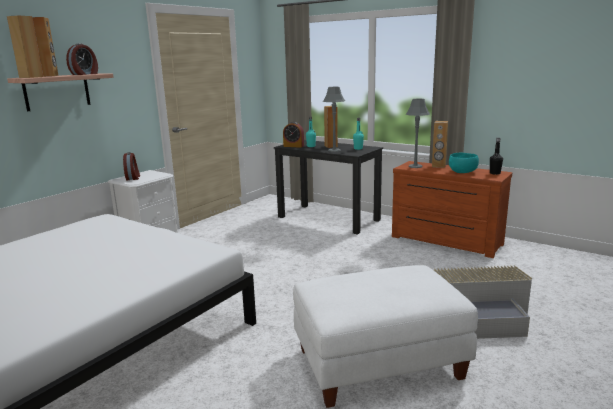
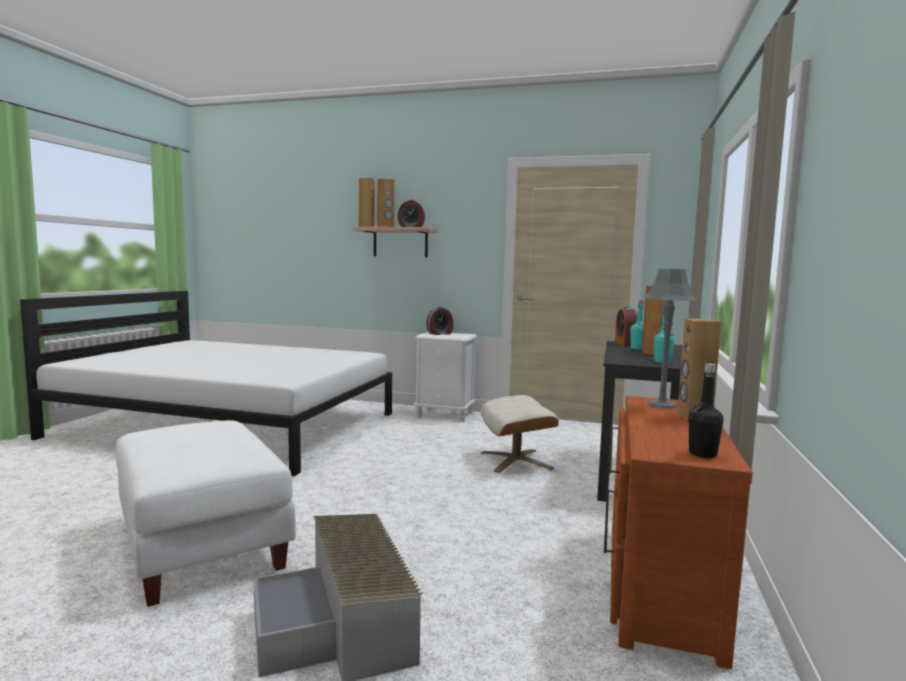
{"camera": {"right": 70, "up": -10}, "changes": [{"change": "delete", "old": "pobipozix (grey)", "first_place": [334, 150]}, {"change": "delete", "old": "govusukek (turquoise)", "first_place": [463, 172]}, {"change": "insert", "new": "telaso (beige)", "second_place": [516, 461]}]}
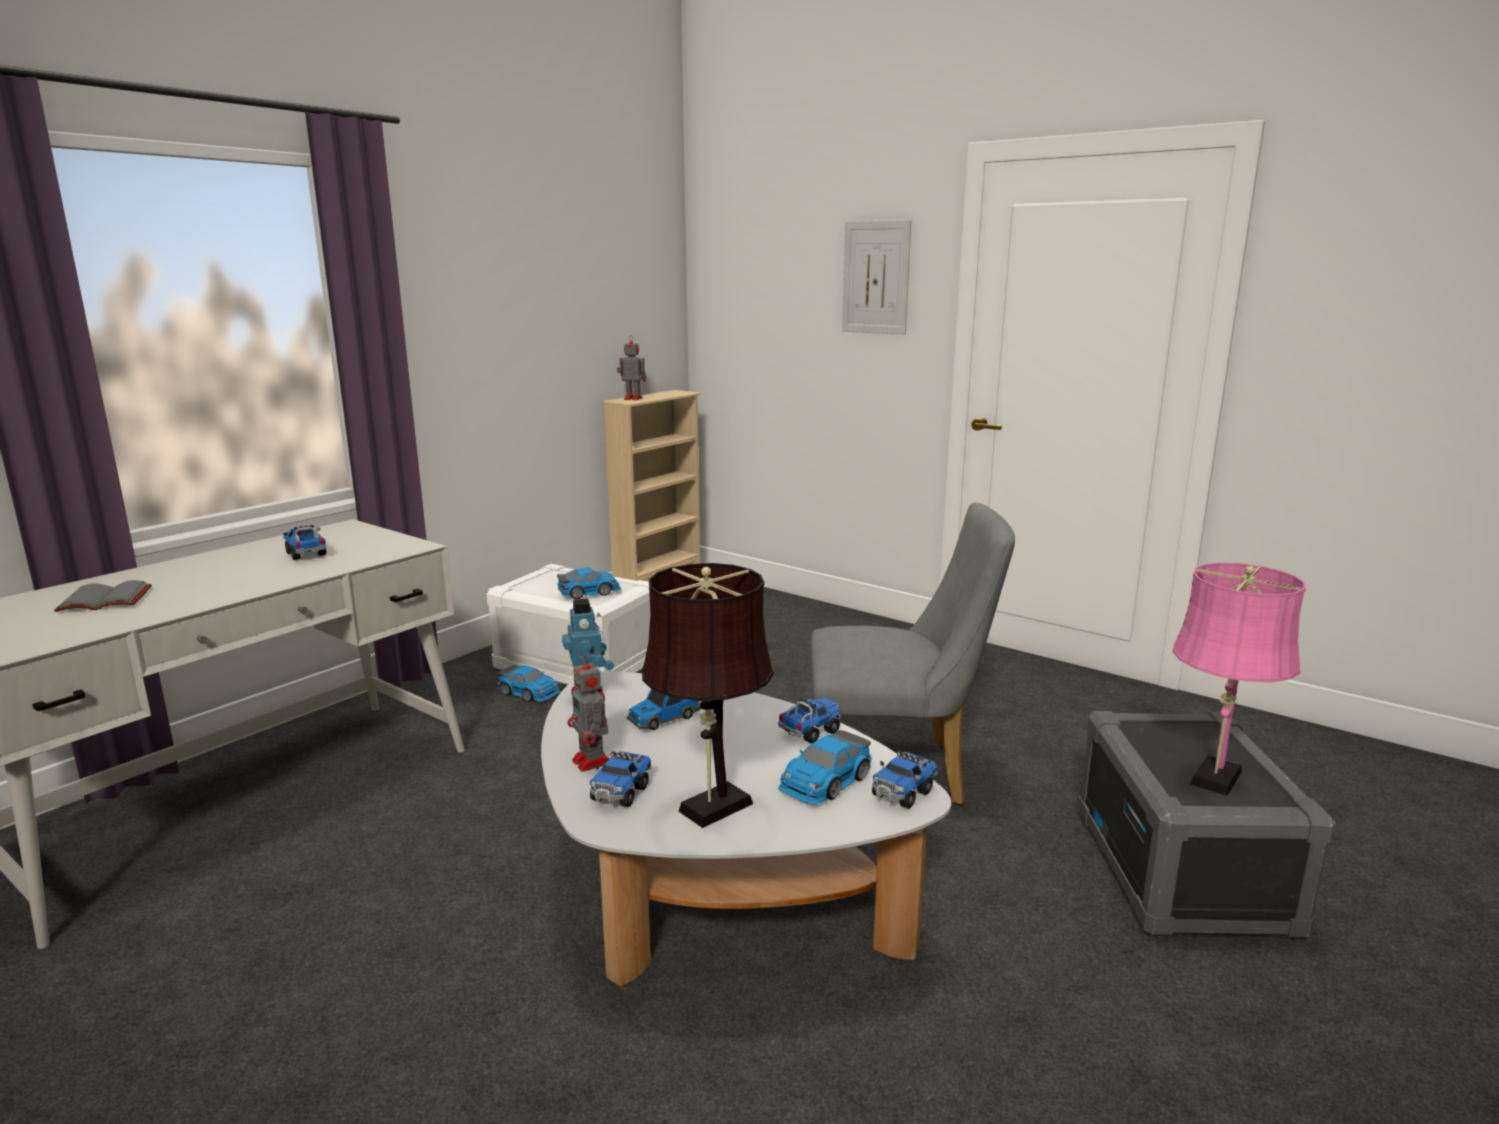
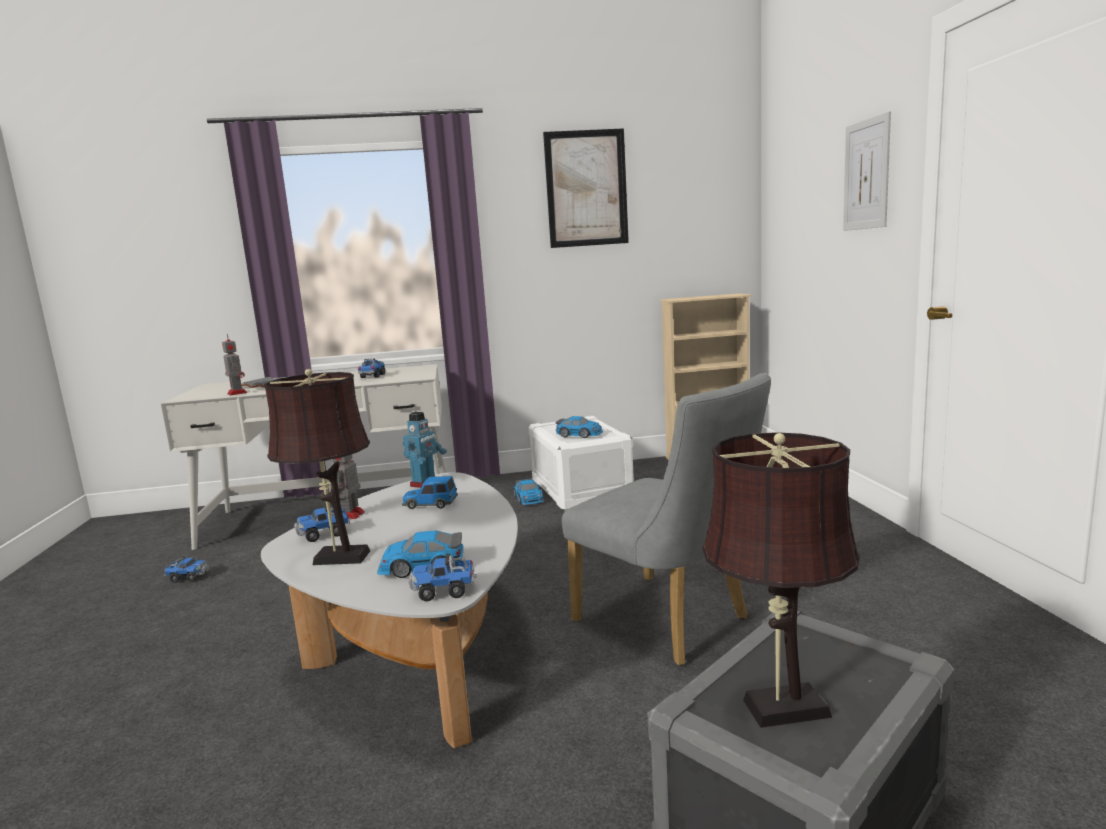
{"camera": {"right": 45, "up": -5}, "changes": [{"change": "move", "old": "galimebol", "first_place": [632, 398], "second_place": [237, 393]}, {"change": "recolor", "old": "pobipozix (pink)", "new": "pobipozix (brown)", "first_place": [1214, 780], "second_place": [778, 709]}, {"change": "move", "old": "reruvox", "first_place": [810, 732], "second_place": [188, 577]}, {"change": "insert", "new": "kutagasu", "second_place": [586, 189]}]}
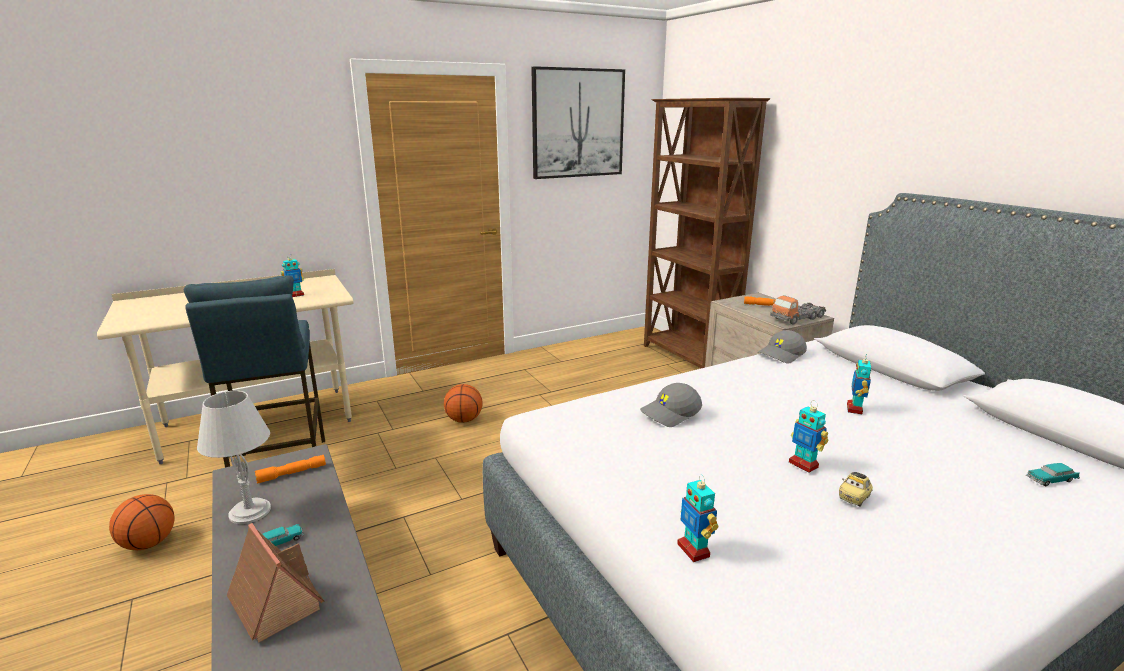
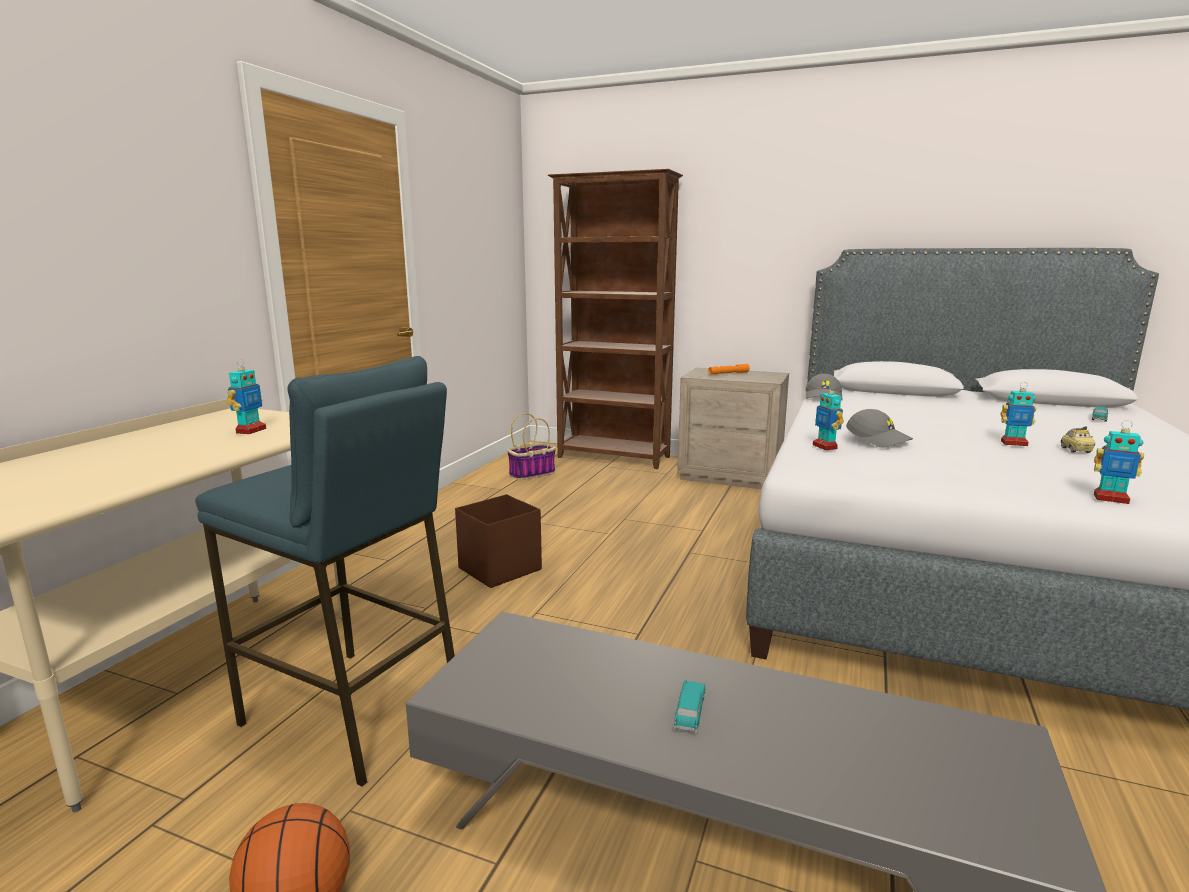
{"camera": {"right": -40, "up": -5}, "changes": [{"change": "delete", "old": "kutagasu", "first_place": [578, 123]}, {"change": "delete", "old": "reruvox", "first_place": [797, 318]}, {"change": "move", "old": "galimebol", "first_place": [855, 409], "second_place": [825, 447]}, {"change": "rotate", "old": "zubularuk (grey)", "first_place": [670, 414], "second_place": [878, 440], "degrees": -60}, {"change": "replace", "old": "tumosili", "new": "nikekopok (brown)", "first_place": [464, 420], "second_place": [498, 569]}, {"change": "delete", "old": "pobipozix (grey)", "first_place": [249, 512]}, {"change": "delete", "old": "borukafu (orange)", "first_place": [292, 473]}, {"change": "delete", "old": "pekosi", "first_place": [274, 602]}, {"change": "insert", "new": "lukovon", "second_place": [532, 473]}]}
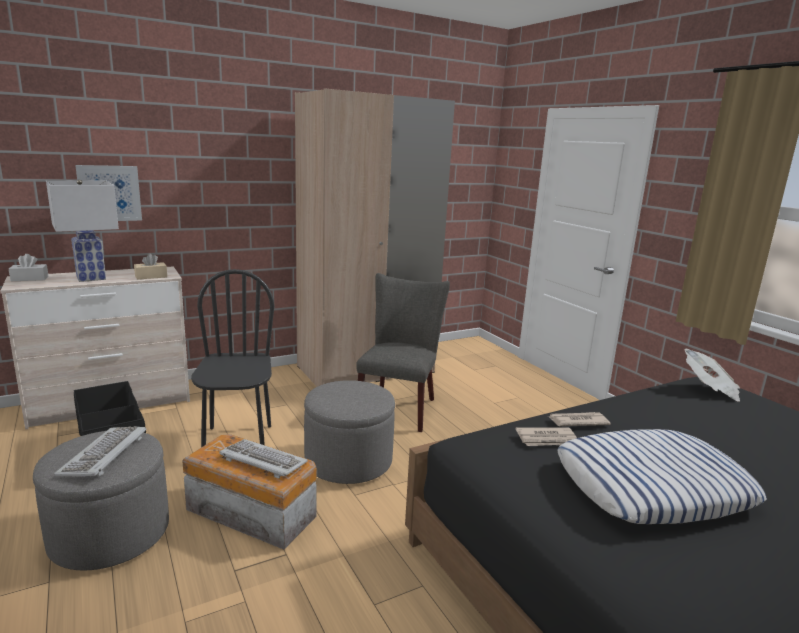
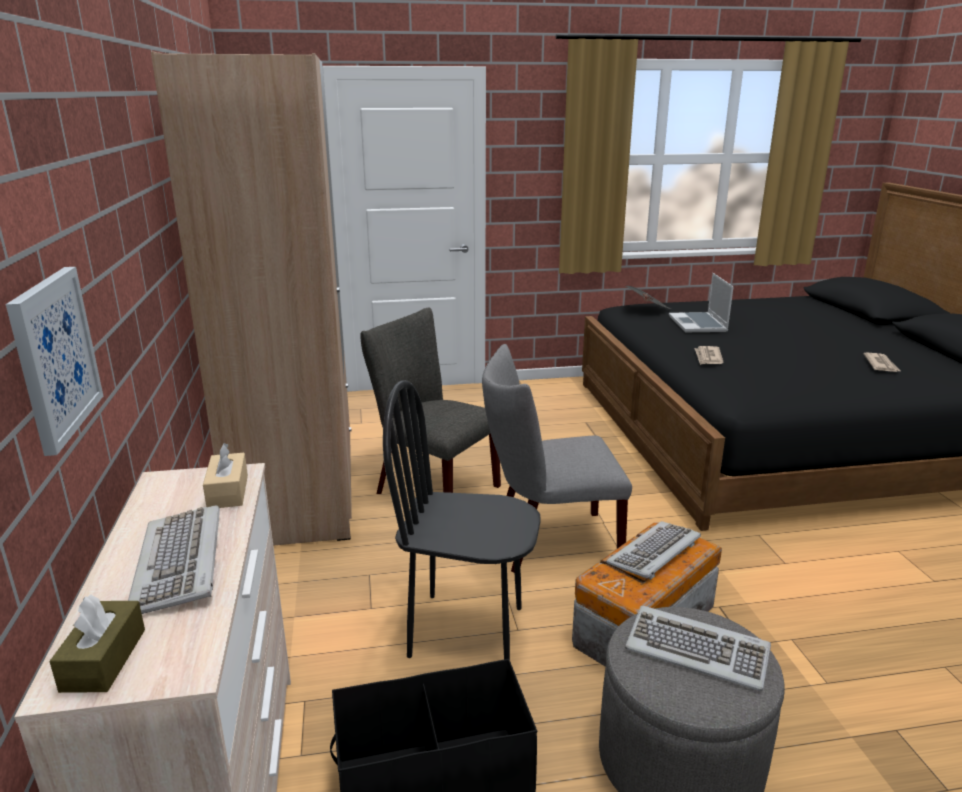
{"camera": {"right": -70, "up": 5}, "changes": [{"change": "replace", "old": "pobipozix (white)", "new": "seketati", "first_place": [90, 278], "second_place": [180, 563]}, {"change": "recolor", "old": "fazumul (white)", "new": "fazumul (brown)", "first_place": [30, 279], "second_place": [104, 660]}, {"change": "replace", "old": "telaso (grey)", "new": "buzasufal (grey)", "first_place": [348, 461], "second_place": [548, 543]}, {"change": "move", "old": "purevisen", "first_place": [547, 440], "second_place": [881, 365]}, {"change": "delete", "old": "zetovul", "first_place": [652, 486]}, {"change": "insert", "new": "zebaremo", "second_place": [698, 324]}]}
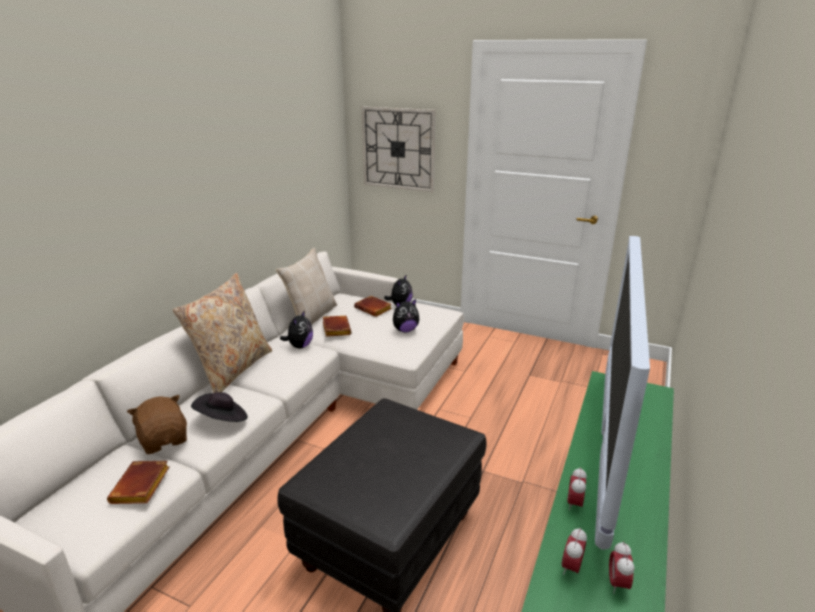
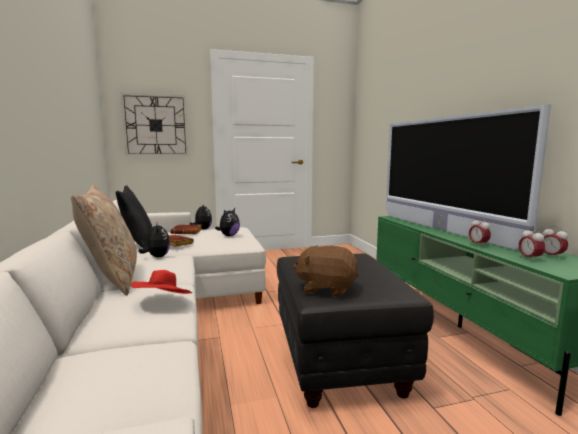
{"camera": {"right": -40, "up": -15}, "changes": [{"change": "recolor", "old": "zetovul (beige)", "new": "zetovul (black)", "first_place": [311, 316], "second_place": [138, 244]}, {"change": "recolor", "old": "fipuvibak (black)", "new": "fipuvibak (red)", "first_place": [222, 420], "second_place": [163, 302]}, {"change": "move", "old": "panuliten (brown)", "first_place": [164, 440], "second_place": [326, 288]}, {"change": "delete", "old": "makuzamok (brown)", "first_place": [141, 487]}]}
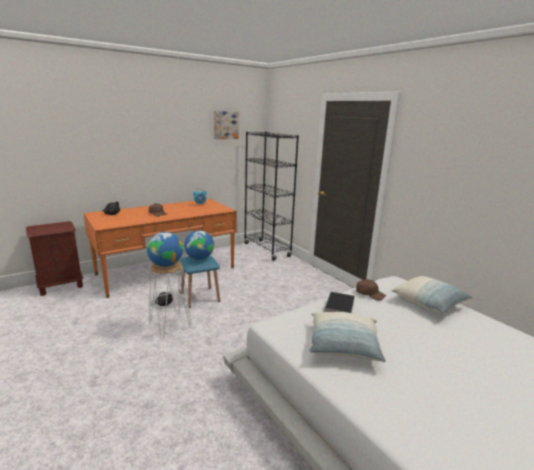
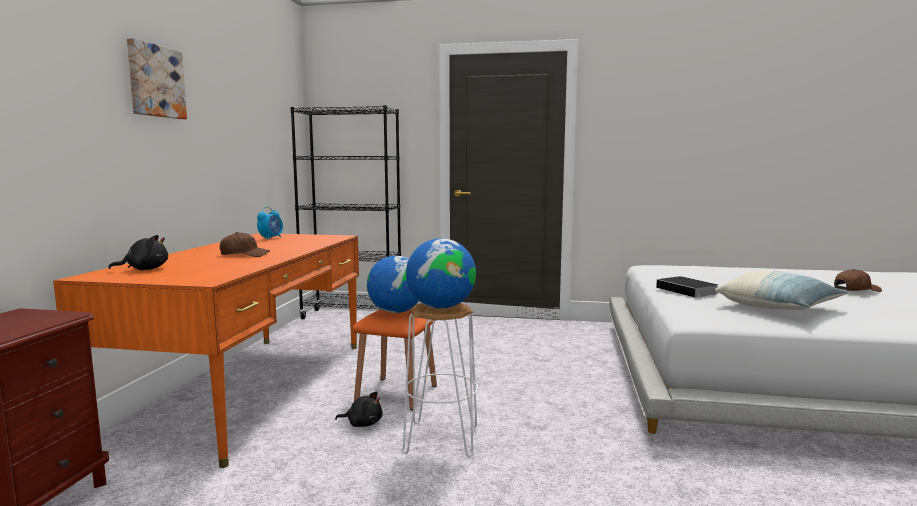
{"camera": {"right": -45, "up": -10}, "changes": [{"change": "move", "old": "kutagasu", "first_place": [225, 125], "second_place": [155, 81]}, {"change": "recolor", "old": "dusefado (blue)", "new": "dusefado (orange)", "first_place": [200, 297], "second_place": [396, 393]}, {"change": "delete", "old": "zetovul", "first_place": [429, 303]}, {"change": "move", "old": "zubularuk (brown)", "first_place": [369, 294], "second_place": [856, 289]}]}
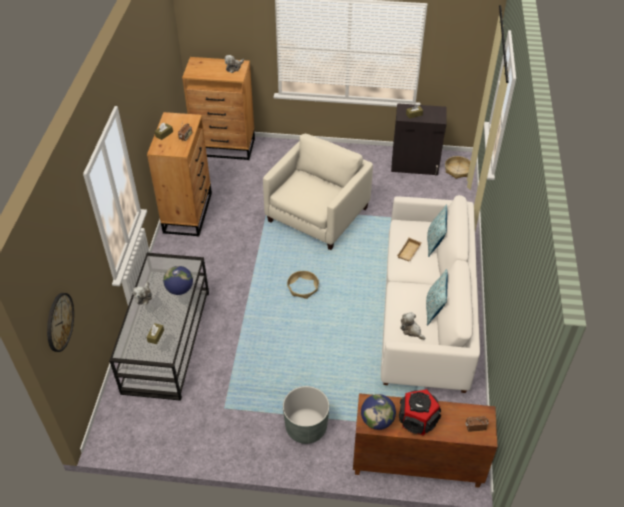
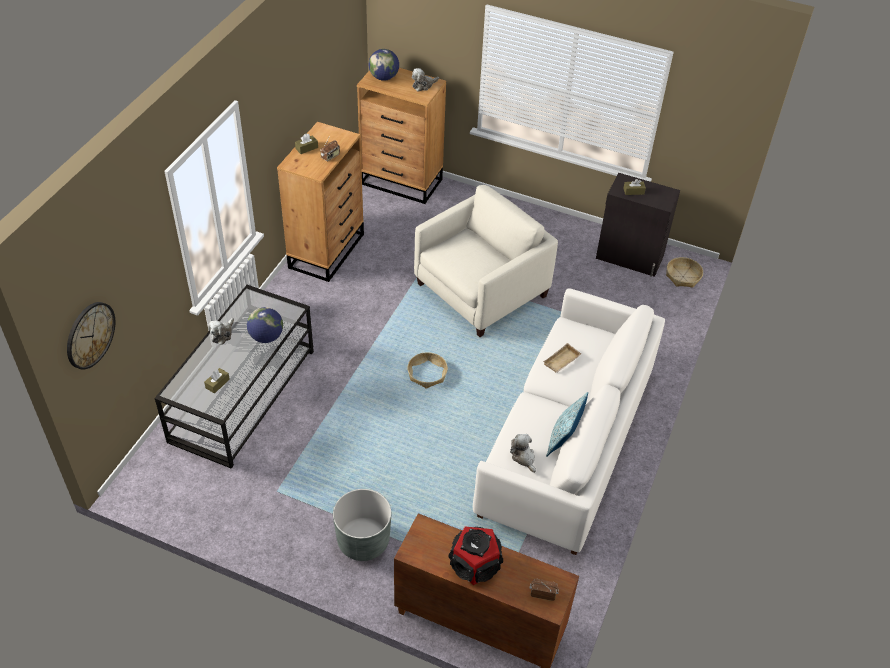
{"camera": {"right": 15, "up": 0}, "changes": [{"change": "delete", "old": "zetovul", "first_place": [434, 243]}, {"change": "move", "old": "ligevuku", "first_place": [377, 420], "second_place": [384, 77]}]}
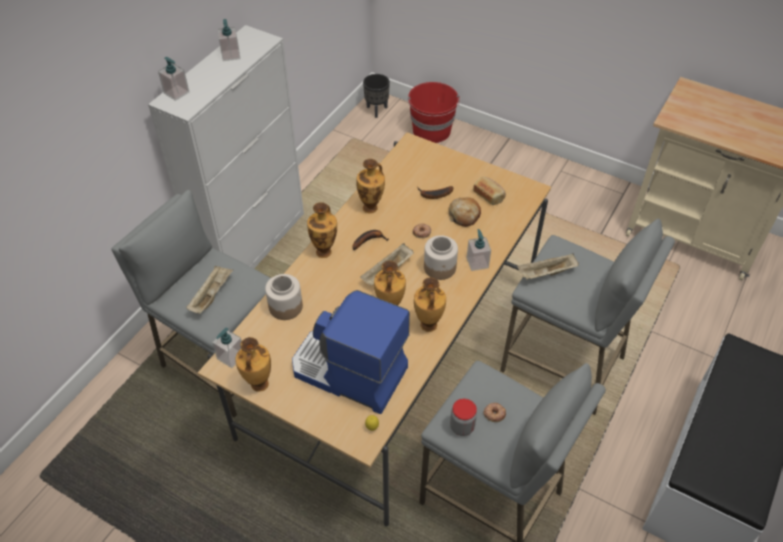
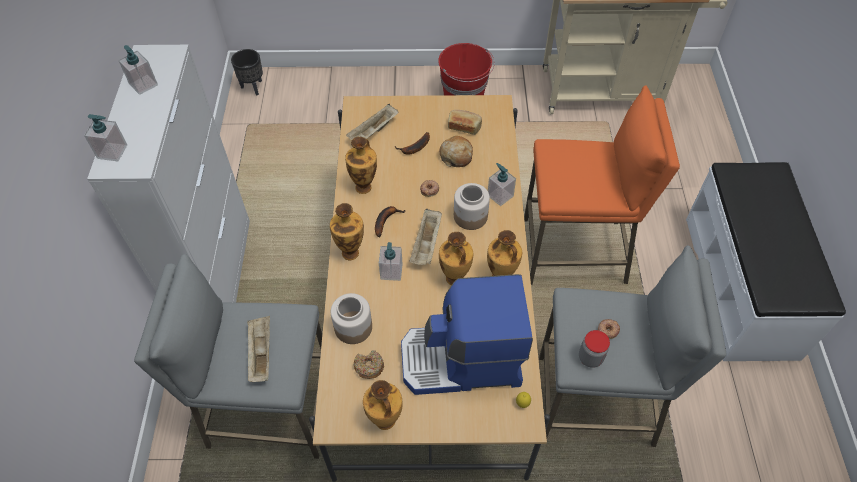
{"camera": {"right": -30, "up": 5}, "changes": [{"change": "move", "old": "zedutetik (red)", "first_place": [432, 131], "second_place": [464, 95]}, {"change": "recolor", "old": "dusefado (grey)", "new": "dusefado (orange)", "first_place": [563, 364], "second_place": [574, 252]}, {"change": "move", "old": "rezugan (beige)", "first_place": [546, 274], "second_place": [373, 132]}, {"change": "move", "old": "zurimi", "first_place": [230, 357], "second_place": [391, 272]}, {"change": "insert", "new": "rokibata", "second_place": [369, 366]}]}
